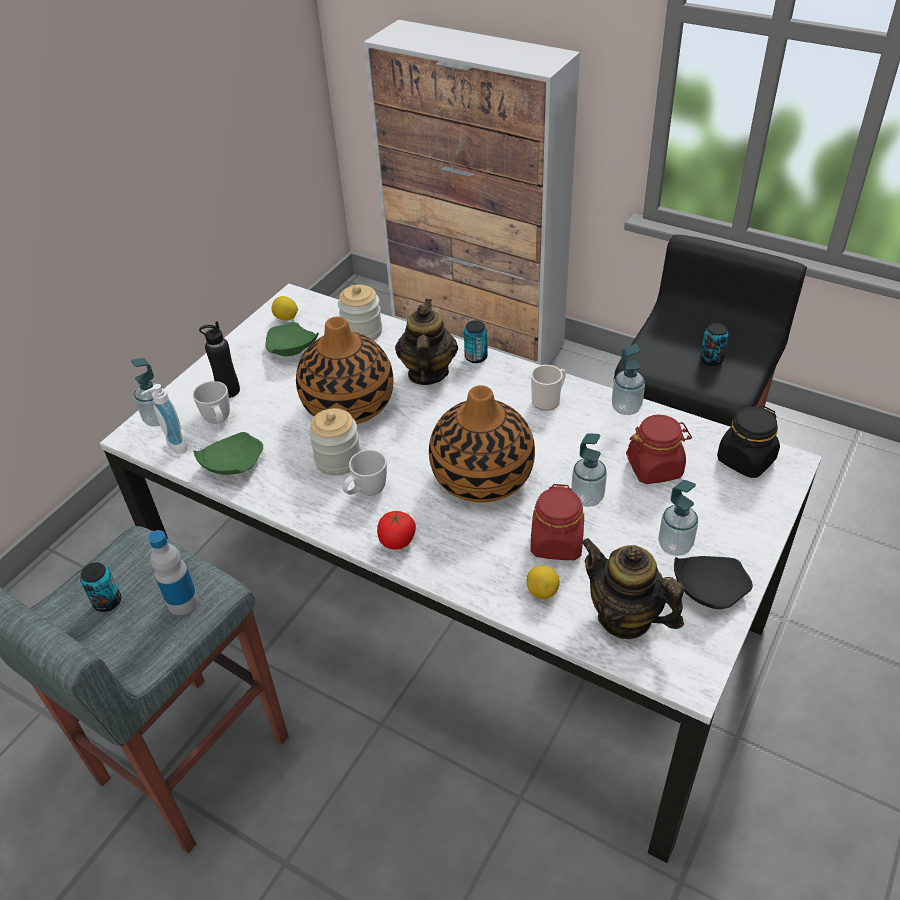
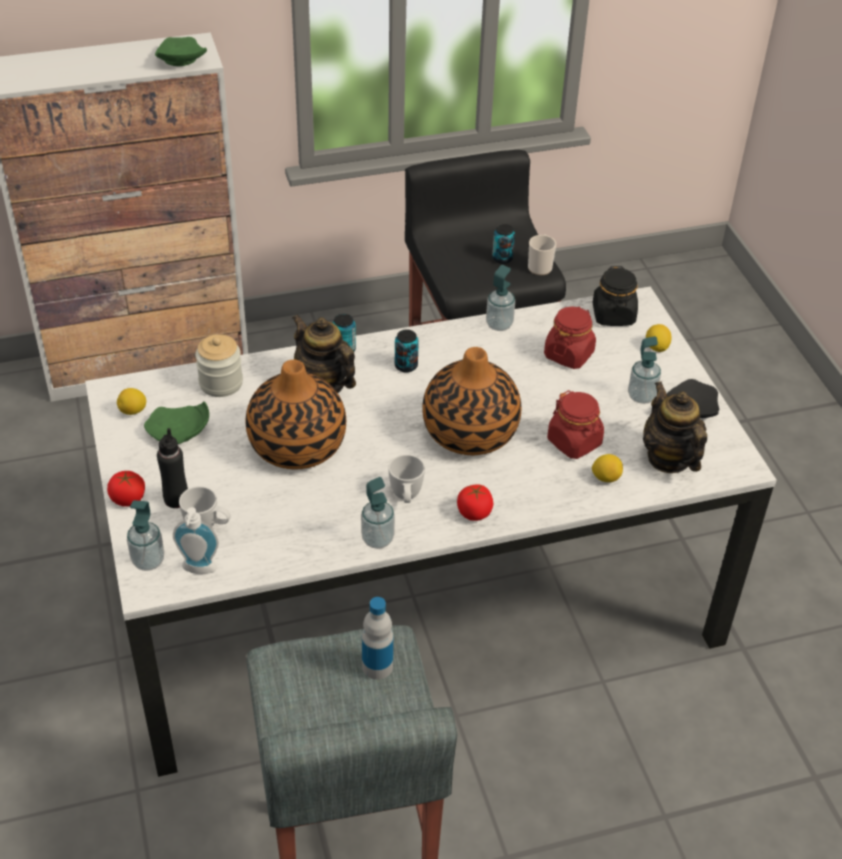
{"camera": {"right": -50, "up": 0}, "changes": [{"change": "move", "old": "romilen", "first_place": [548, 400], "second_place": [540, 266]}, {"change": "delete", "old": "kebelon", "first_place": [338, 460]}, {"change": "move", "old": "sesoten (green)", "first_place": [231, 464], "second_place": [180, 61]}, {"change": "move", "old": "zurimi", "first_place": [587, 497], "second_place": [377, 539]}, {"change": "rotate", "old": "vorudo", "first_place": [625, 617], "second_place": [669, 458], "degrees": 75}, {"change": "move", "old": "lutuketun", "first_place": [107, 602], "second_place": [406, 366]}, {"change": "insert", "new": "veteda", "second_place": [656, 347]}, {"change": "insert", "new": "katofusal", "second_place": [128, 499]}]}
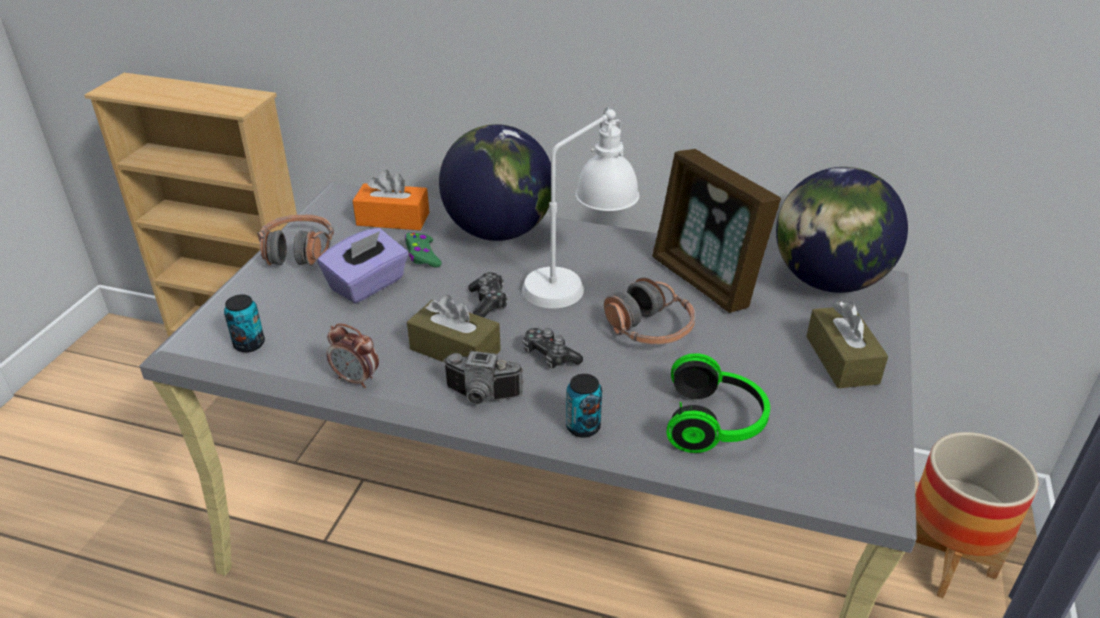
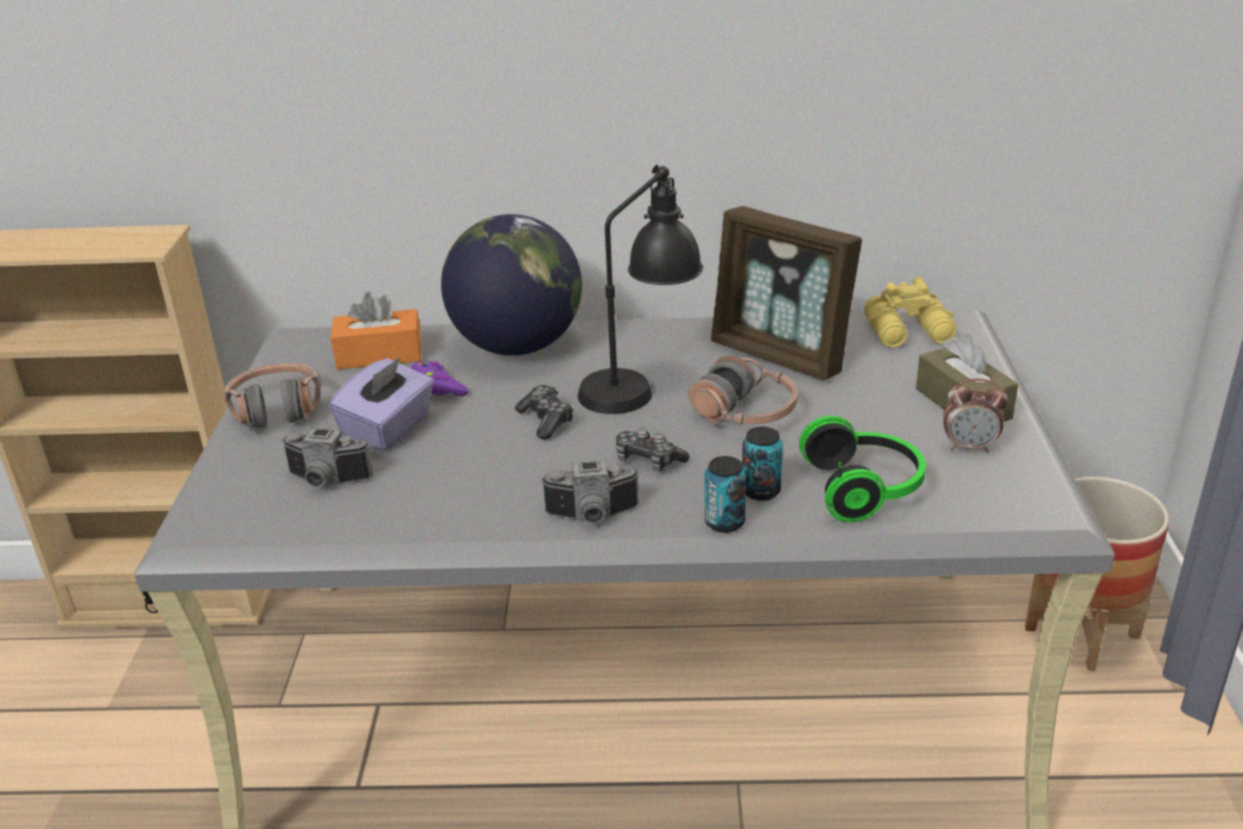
{"camera": {"right": -15, "up": -5}, "changes": [{"change": "recolor", "old": "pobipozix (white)", "new": "pobipozix (black)", "first_place": [578, 284], "second_place": [641, 383]}, {"change": "replace", "old": "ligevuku", "new": "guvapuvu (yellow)", "first_place": [828, 281], "second_place": [910, 332]}, {"change": "recolor", "old": "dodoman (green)", "new": "dodoman (purple)", "first_place": [422, 255], "second_place": [439, 387]}, {"change": "move", "old": "lutuketun", "first_place": [249, 344], "second_place": [761, 491]}, {"change": "delete", "old": "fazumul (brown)", "first_place": [455, 350]}, {"change": "move", "old": "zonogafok", "first_place": [356, 379], "second_place": [969, 447]}, {"change": "insert", "new": "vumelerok", "second_place": [326, 481]}]}
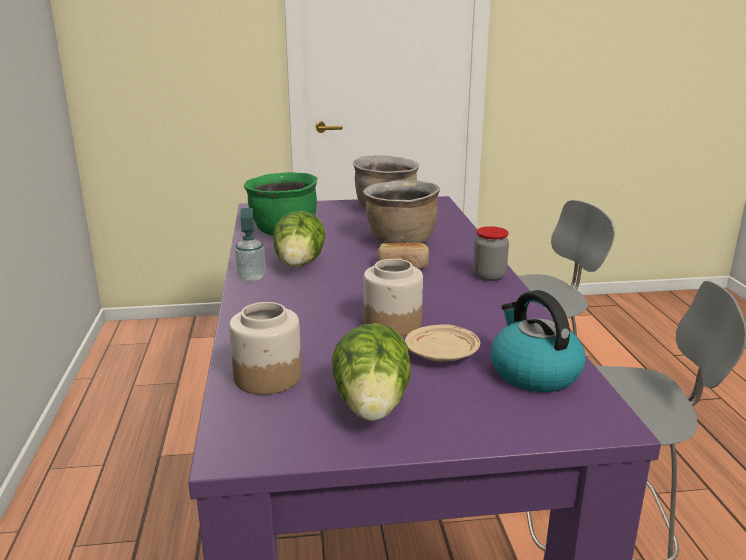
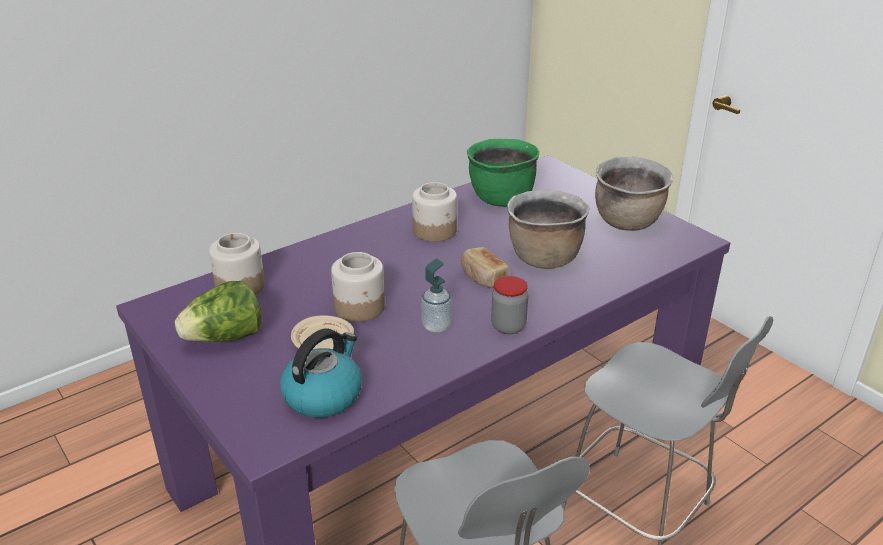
{"camera": {"right": 60, "up": 10}, "changes": [{"change": "move", "old": "zurimi", "first_place": [251, 278], "second_place": [436, 326]}, {"change": "replace", "old": "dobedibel", "new": "kebelon", "first_place": [299, 265], "second_place": [435, 231]}]}
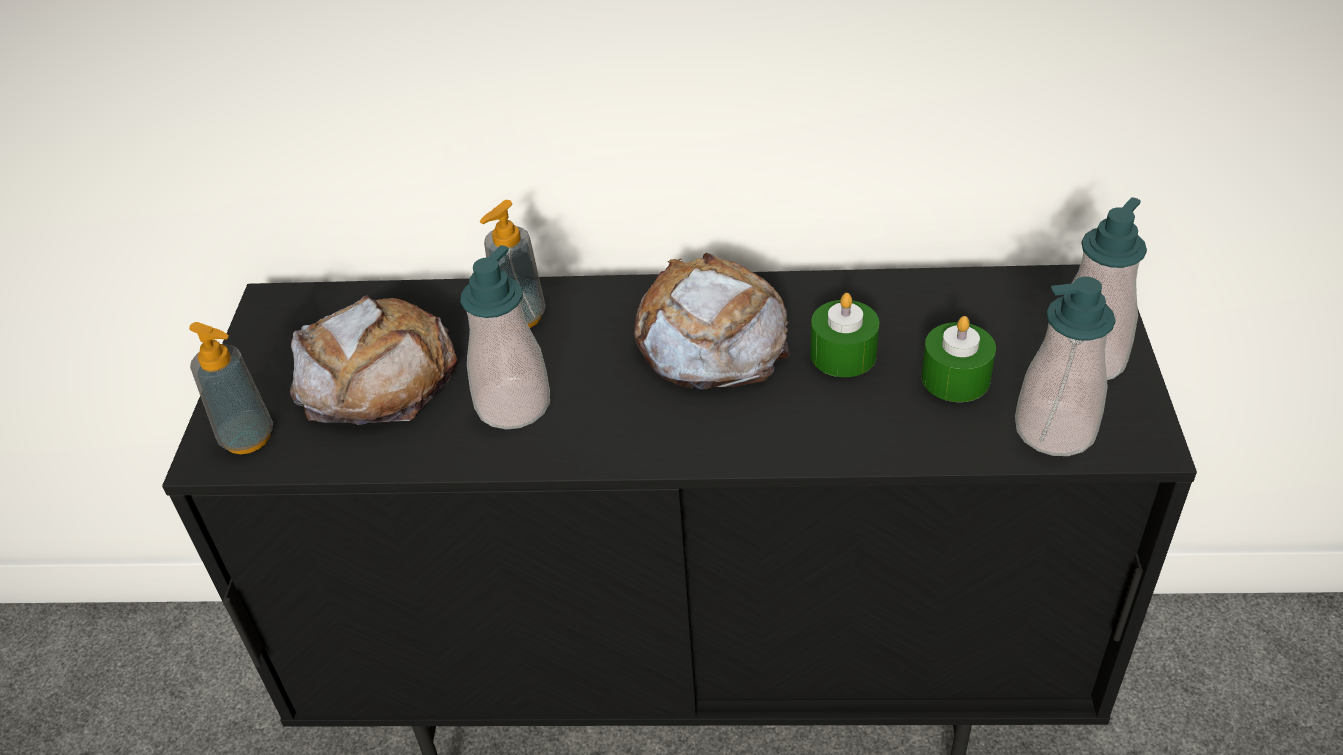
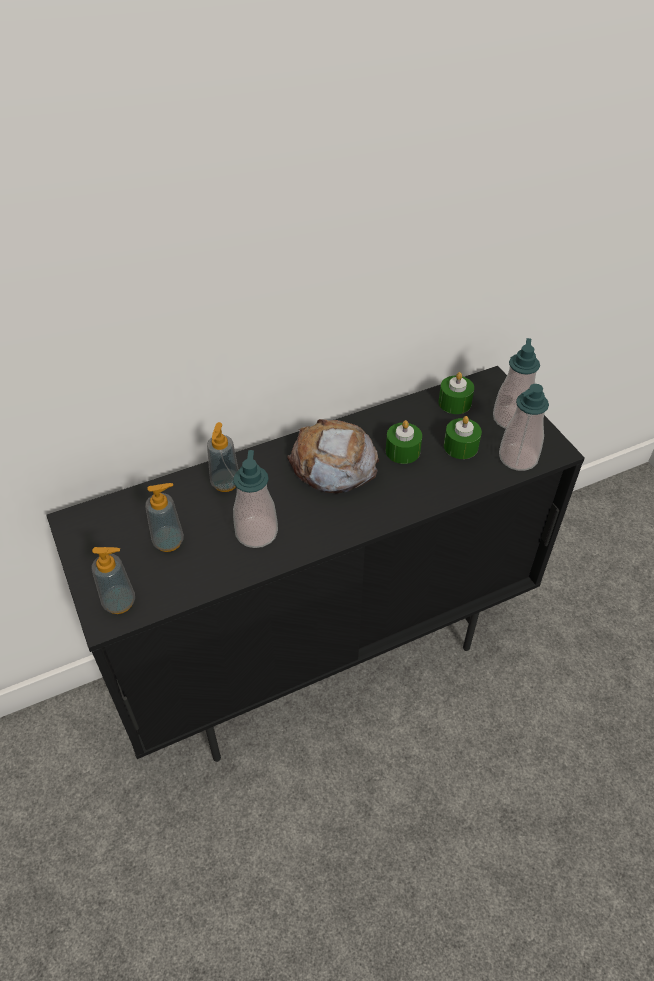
{"camera": {"right": -30, "up": 5}, "changes": [{"change": "replace", "old": "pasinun", "new": "zurimi", "first_place": [377, 375], "second_place": [168, 541]}, {"change": "insert", "new": "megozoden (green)", "second_place": [454, 402]}]}
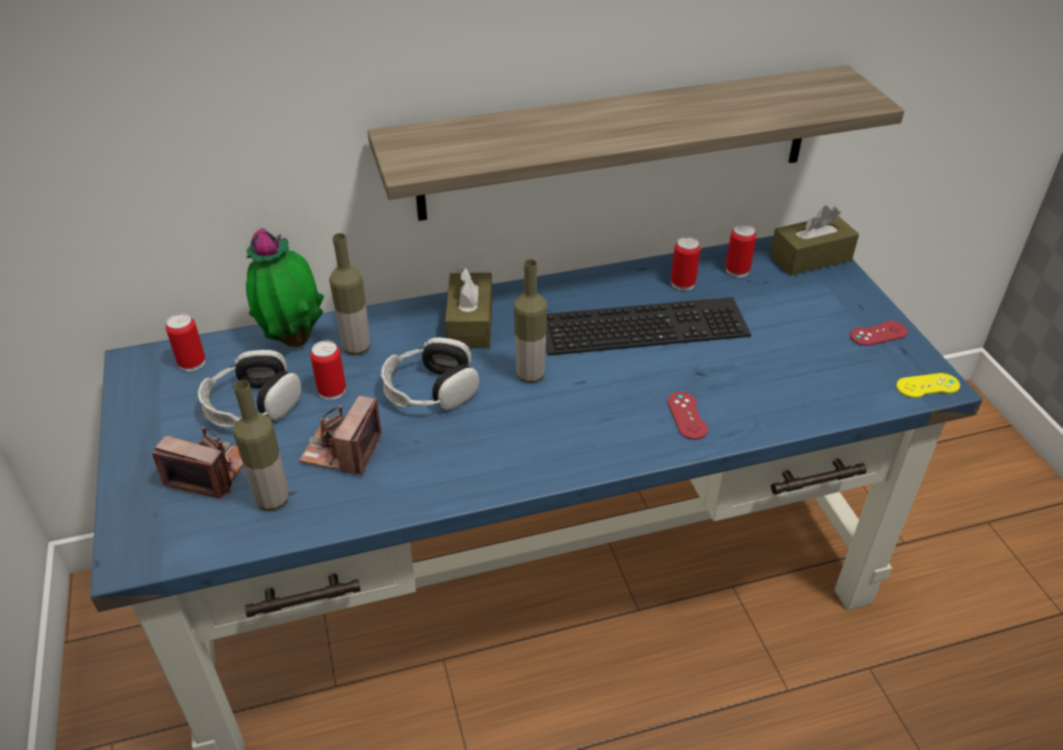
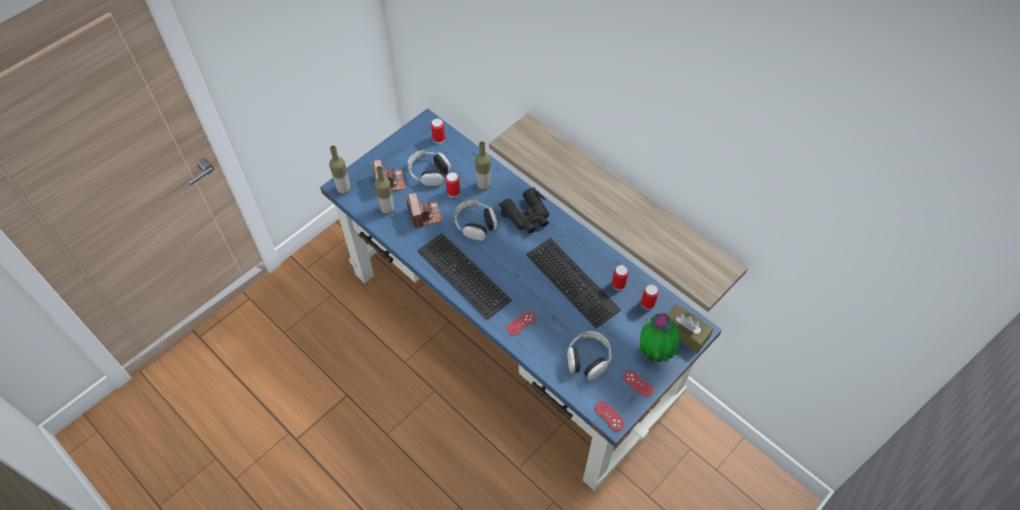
{"camera": {"right": 60, "up": 15}, "changes": [{"change": "move", "old": "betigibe", "first_place": [293, 339], "second_place": [655, 354]}, {"change": "move", "old": "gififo", "first_place": [530, 375], "second_place": [344, 189]}, {"change": "replace", "old": "fazumul (brown)", "new": "guvapuvu (black)", "first_place": [470, 323], "second_place": [527, 216]}, {"change": "recolor", "old": "dodoman (yellow)", "new": "dodoman (red)", "first_place": [927, 386], "second_place": [609, 416]}, {"change": "rotate", "old": "vumelerok", "first_place": [343, 450], "second_place": [424, 215], "degrees": 90}, {"change": "insert", "new": "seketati", "second_place": [461, 275]}, {"change": "insert", "new": "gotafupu", "second_place": [588, 359]}]}
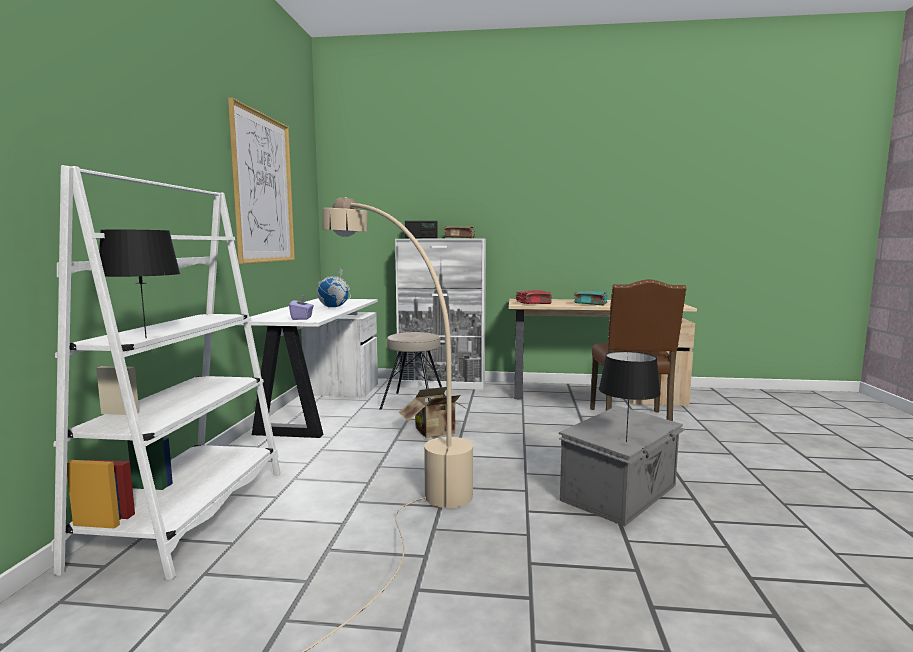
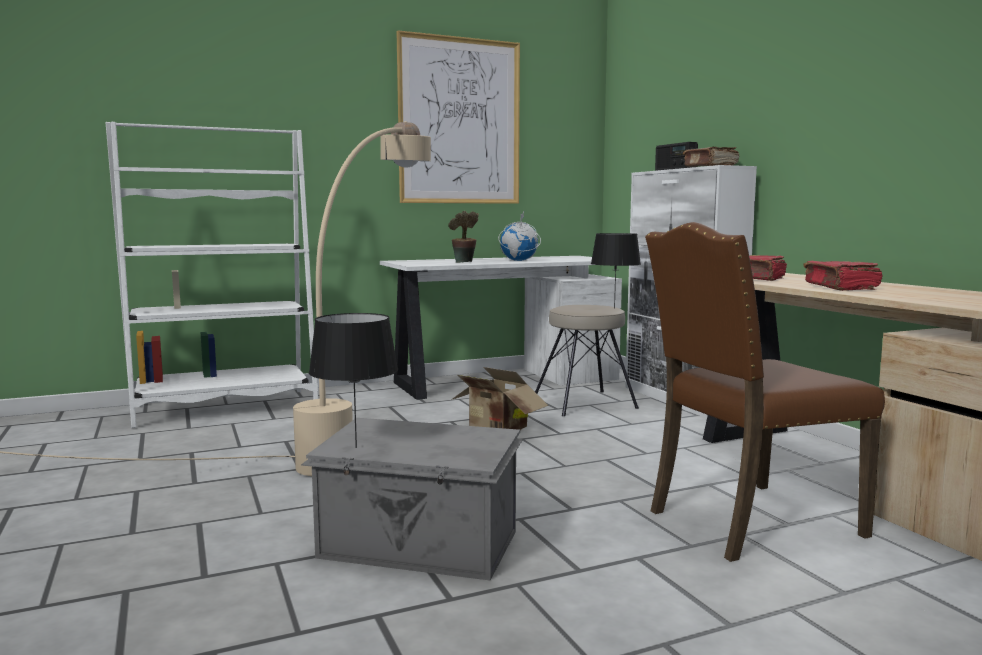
{"camera": {"right": 60, "up": 0}, "changes": [{"change": "move", "old": "pobipozix (black)", "first_place": [146, 338], "second_place": [614, 308]}, {"change": "recolor", "old": "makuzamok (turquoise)", "new": "makuzamok (red)", "first_place": [591, 304], "second_place": [840, 287]}, {"change": "delete", "old": "fazumul (purple)", "first_place": [302, 318]}, {"change": "insert", "new": "betigibe", "second_place": [464, 263]}]}
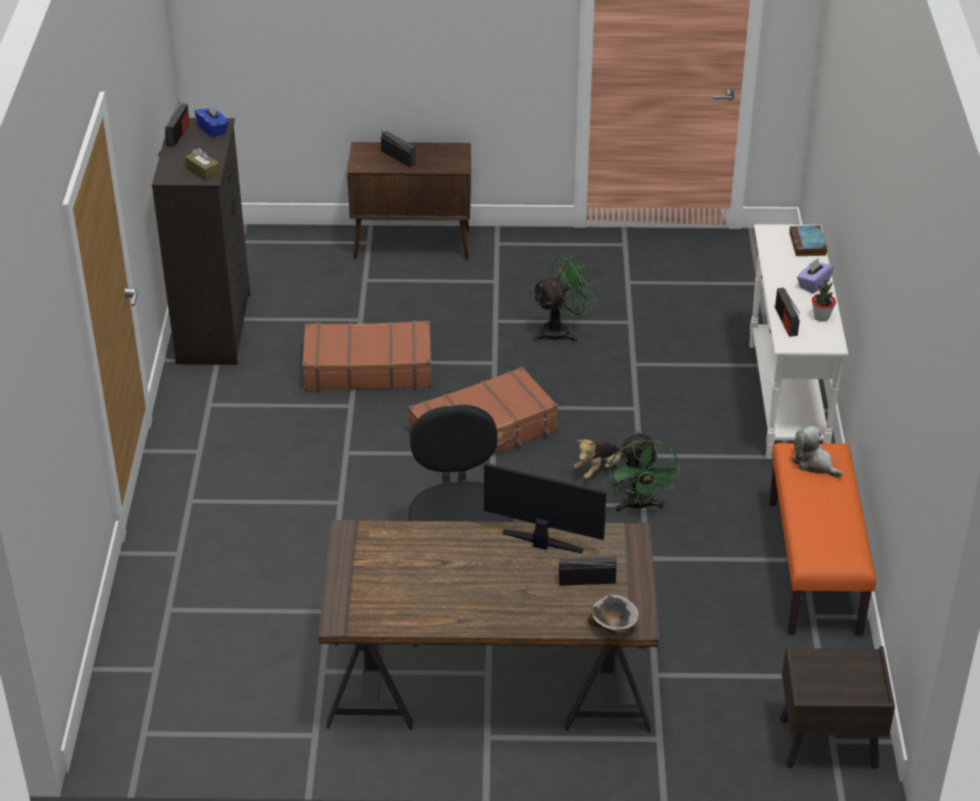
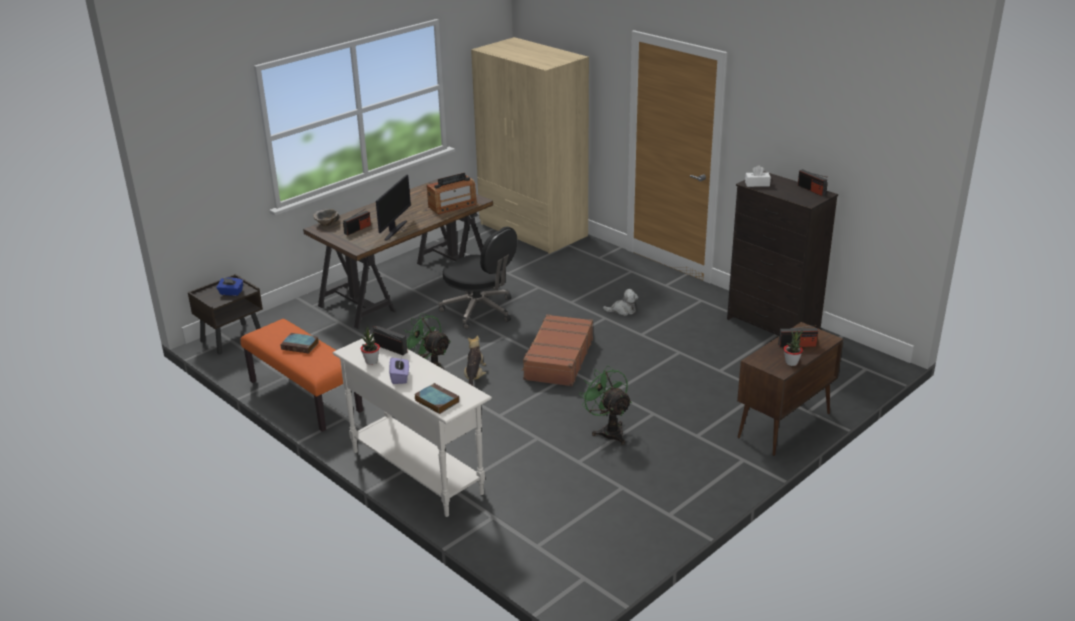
{"camera": {"right": 135, "up": -10}, "changes": [{"change": "move", "old": "fazumul (blue)", "first_place": [213, 129], "second_place": [231, 293]}, {"change": "recolor", "old": "fazumul (brown)", "new": "fazumul (white)", "first_place": [203, 171], "second_place": [757, 184]}, {"change": "rotate", "old": "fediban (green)", "first_place": [561, 331], "second_place": [608, 431], "degrees": 135}, {"change": "delete", "old": "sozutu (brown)", "first_place": [368, 368]}, {"change": "move", "old": "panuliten", "first_place": [814, 463], "second_place": [622, 310]}, {"change": "rotate", "old": "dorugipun", "first_place": [542, 543], "second_place": [394, 230], "degrees": -45}, {"change": "insert", "new": "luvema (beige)", "second_place": [533, 230]}, {"change": "insert", "new": "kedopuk", "second_place": [452, 205]}, {"change": "insert", "new": "betigibe", "second_place": [791, 363]}, {"change": "insert", "new": "makuzamok", "second_place": [301, 345]}]}
